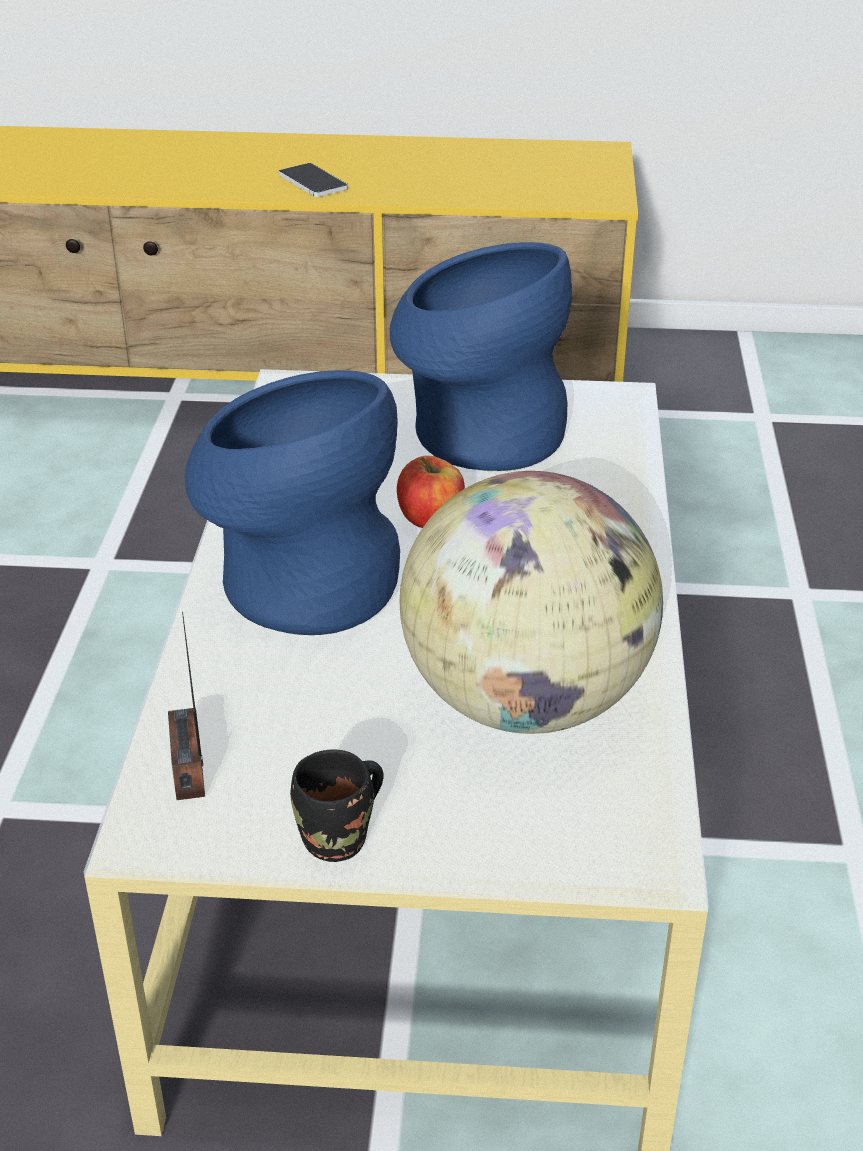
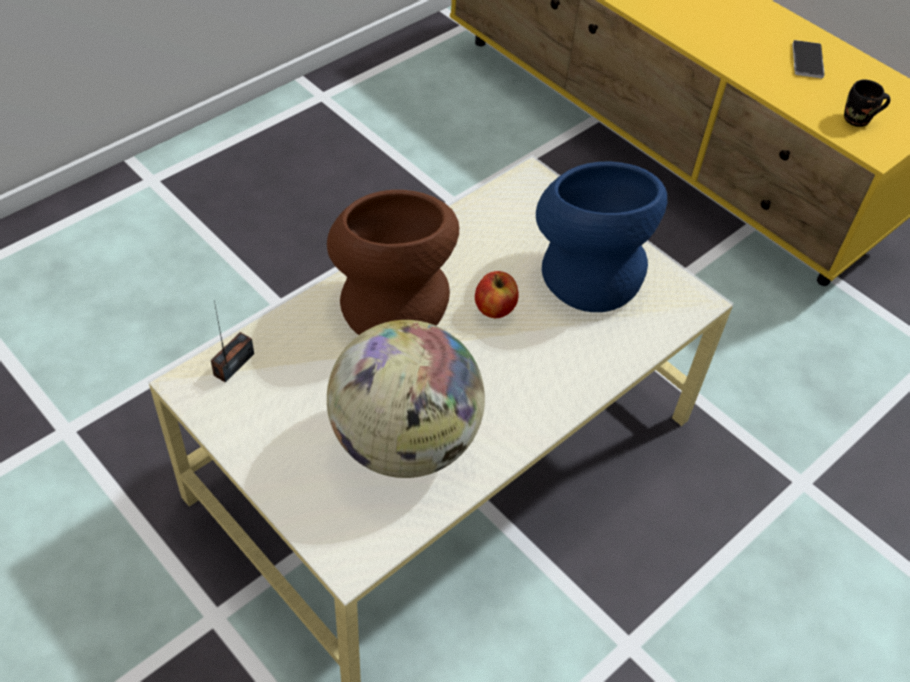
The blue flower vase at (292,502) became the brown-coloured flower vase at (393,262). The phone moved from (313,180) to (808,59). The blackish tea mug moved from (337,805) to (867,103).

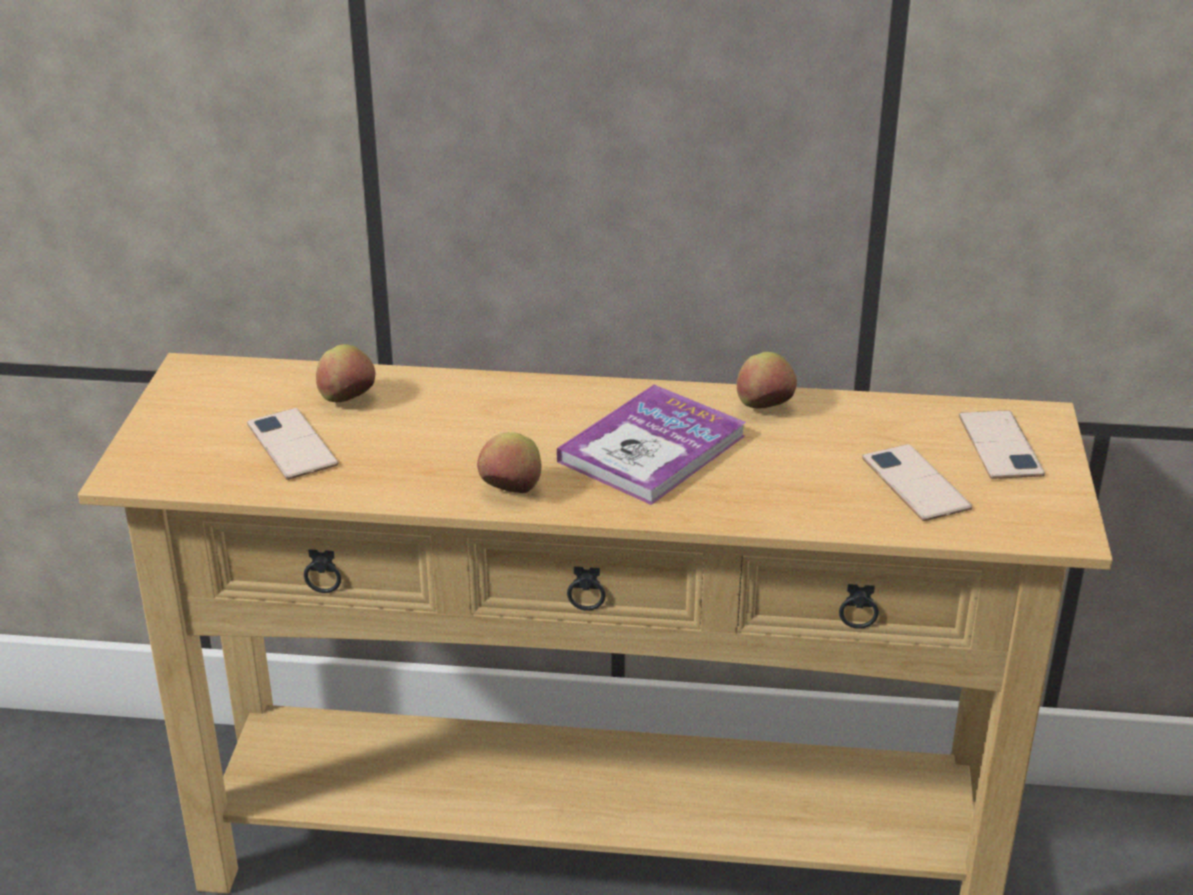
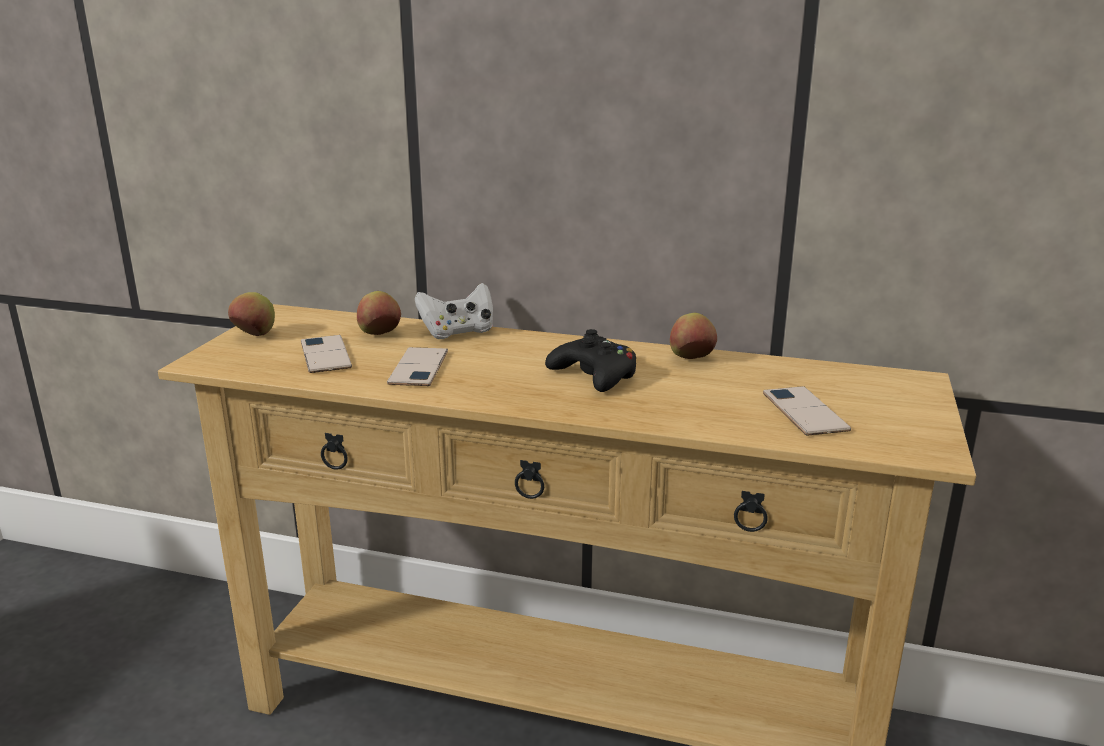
The whole apple moved from (509,462) to (251,314). The book at (651,445) was replaced by the blackish joypad at (590,360). The phone moved from (1002,444) to (417,366). The whitish joypad at (454,311) appeared.

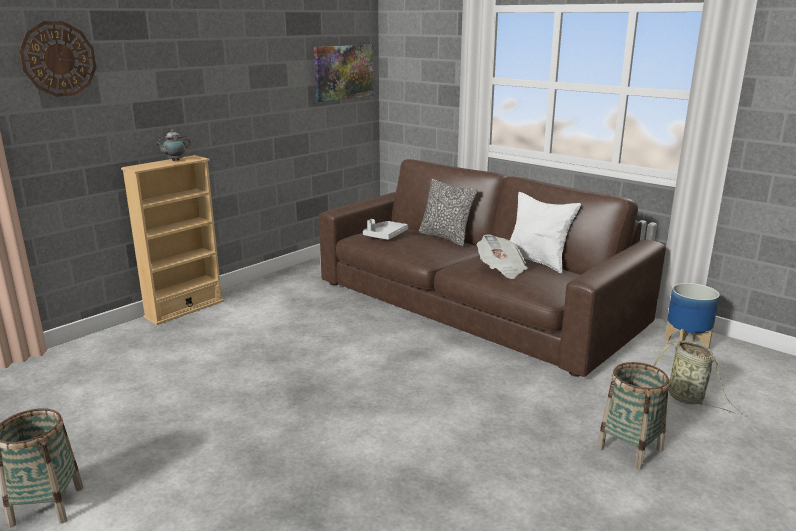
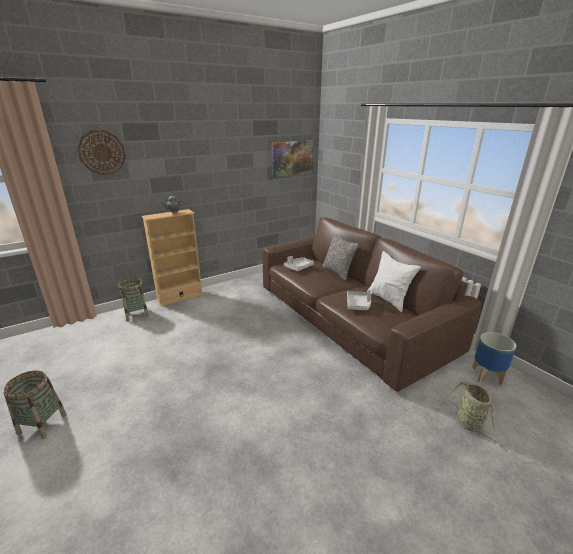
The printed paper at (502,256) was replaced by the grey serving tray at (359,300). The household basket moved from (633,416) to (133,299).

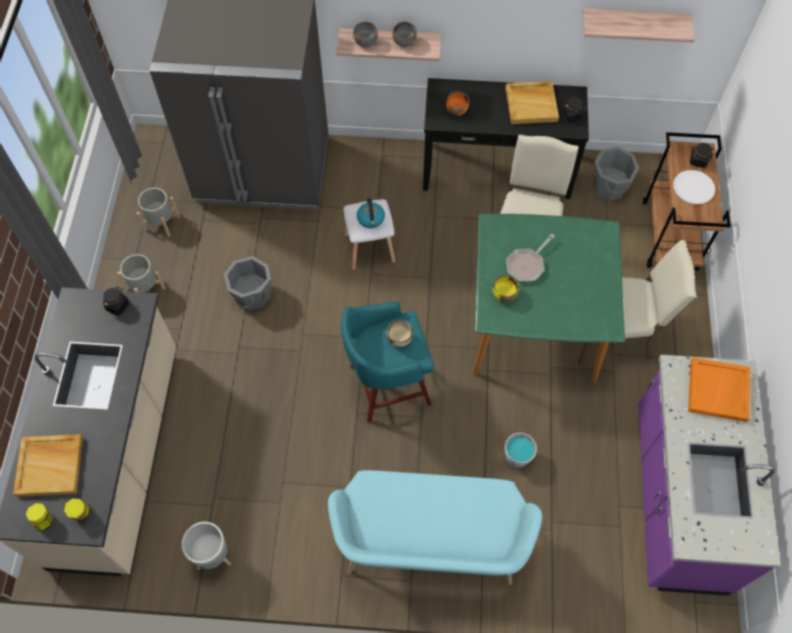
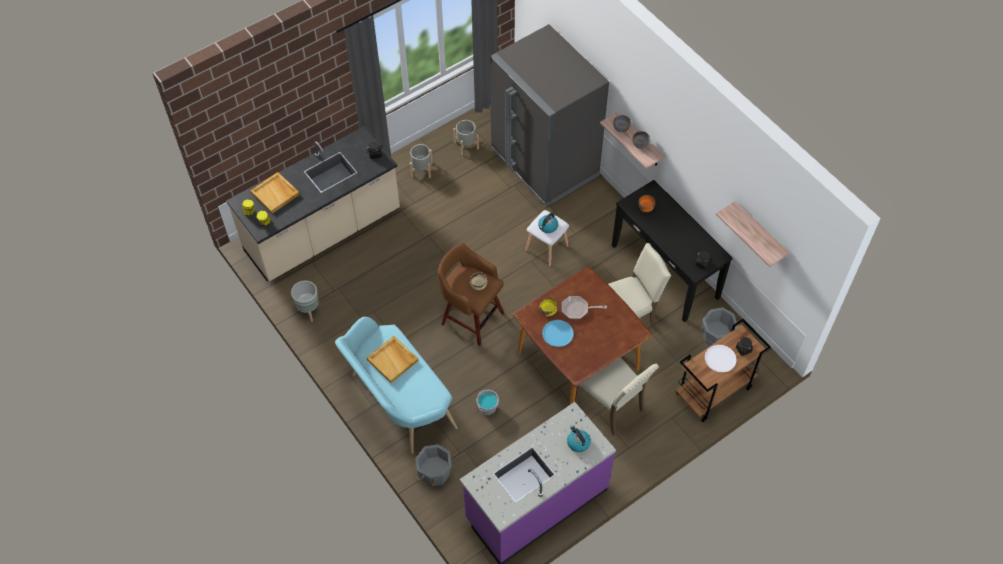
The grey pail moved from (247,283) to (433,465). The blue-green sitting stool at (387,362) became the brown-coloured sitting stool at (471,294). The green-coloured dinner table at (549,298) became the brown-coloured dinner table at (582,335). The beige-coloured serving tray moved from (532,102) to (393,359). The orange serving tray at (719,389) was replaced by the tea kettle at (579,438). The blue flat dish at (558,333) appeared.

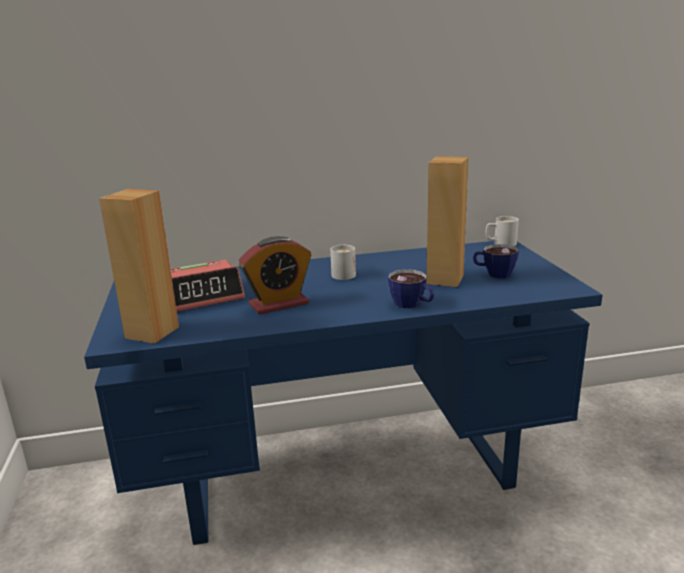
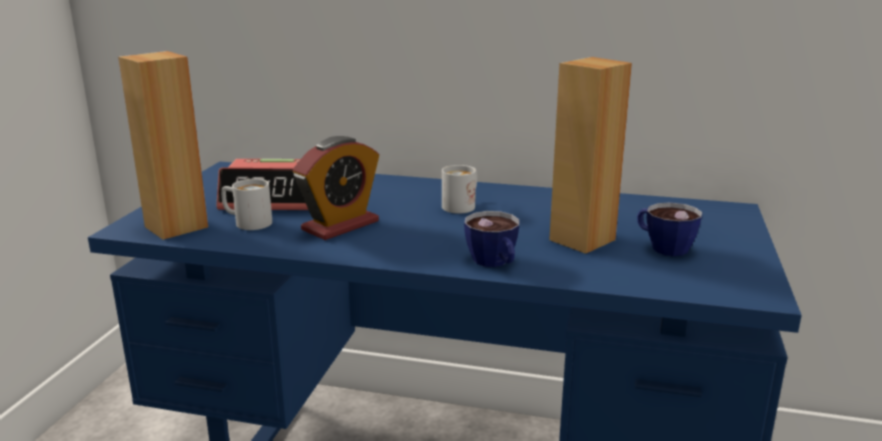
The table clock at (275,275) turned 45 degrees counterclockwise. The whitish tea mug moved from (502,231) to (246,204).

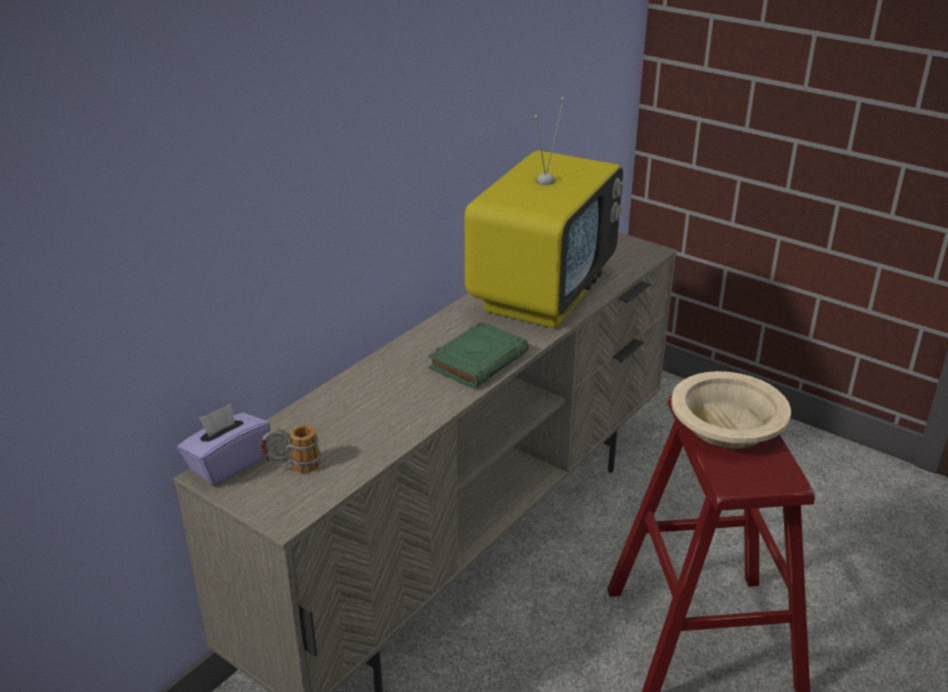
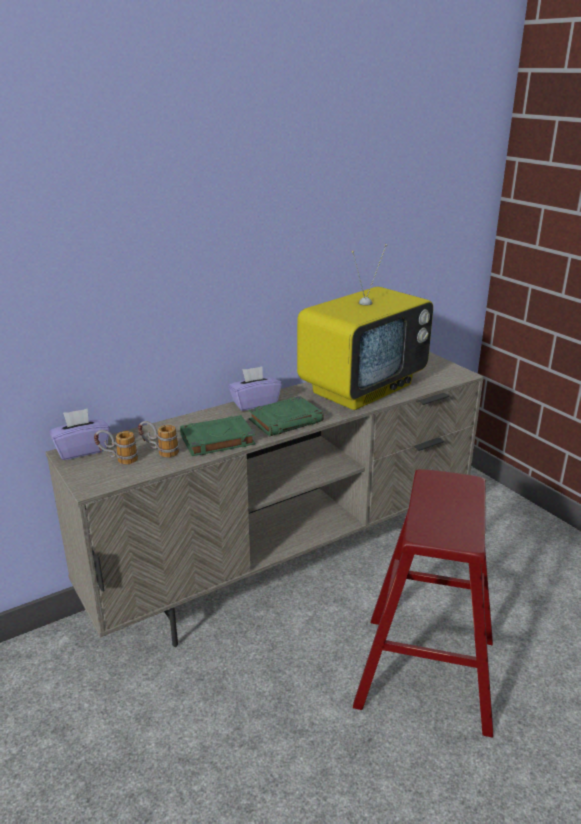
The beige-coloured bowl at (731,410) disappeared. The tea mug at (158,439) appeared. The green-coloured book at (217,435) appeared. The purple tissue holder at (255,389) appeared.

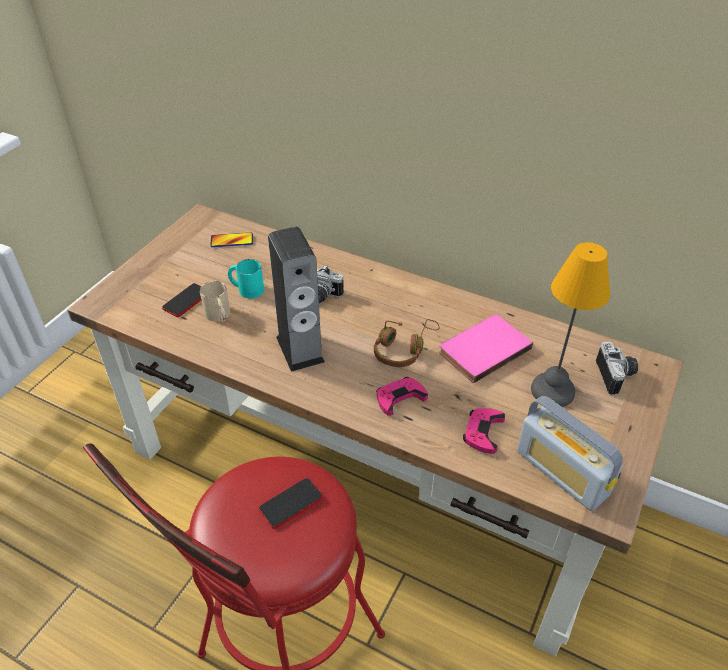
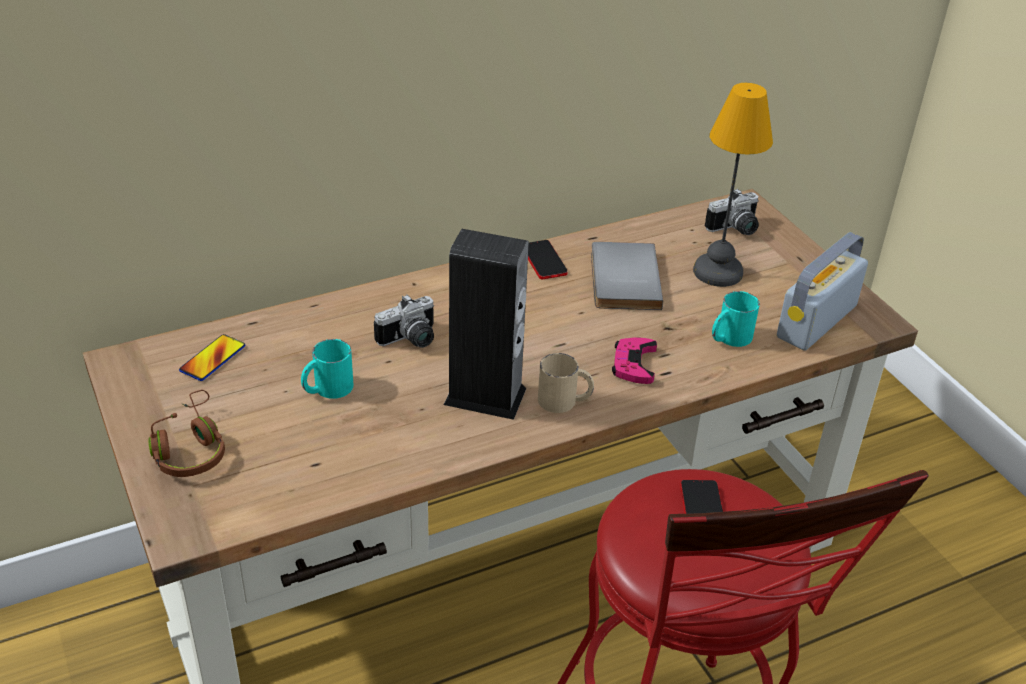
The phone moved from (181,300) to (548,260). The beige-coloured tea mug moved from (215,301) to (566,383). The brown-coloured headphones moved from (406,343) to (187,433). The pink book at (486,349) became the grey book at (627,276). The pink joypad at (484,431) was replaced by the blue-green tea mug at (736,319). The radio at (570,453) turned 135 degrees clockwise. The still camera at (617,368) turned 120 degrees clockwise.

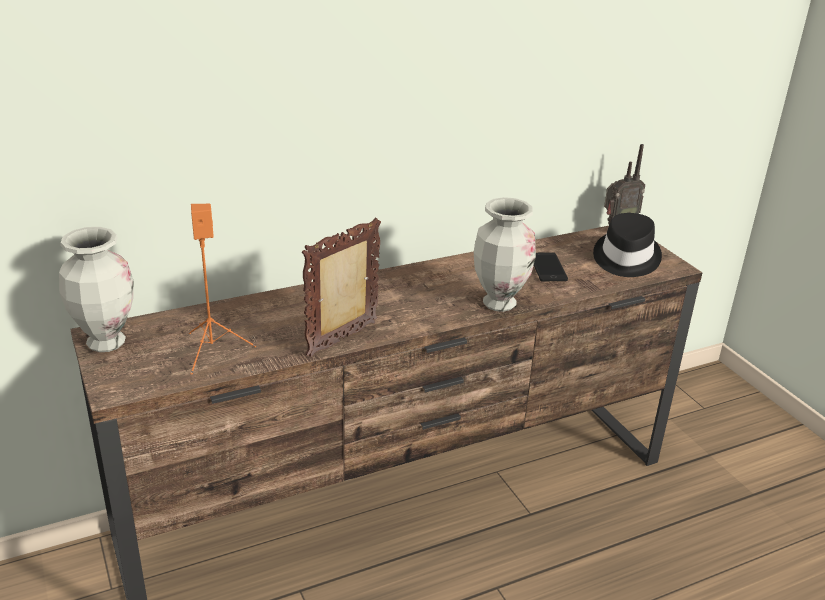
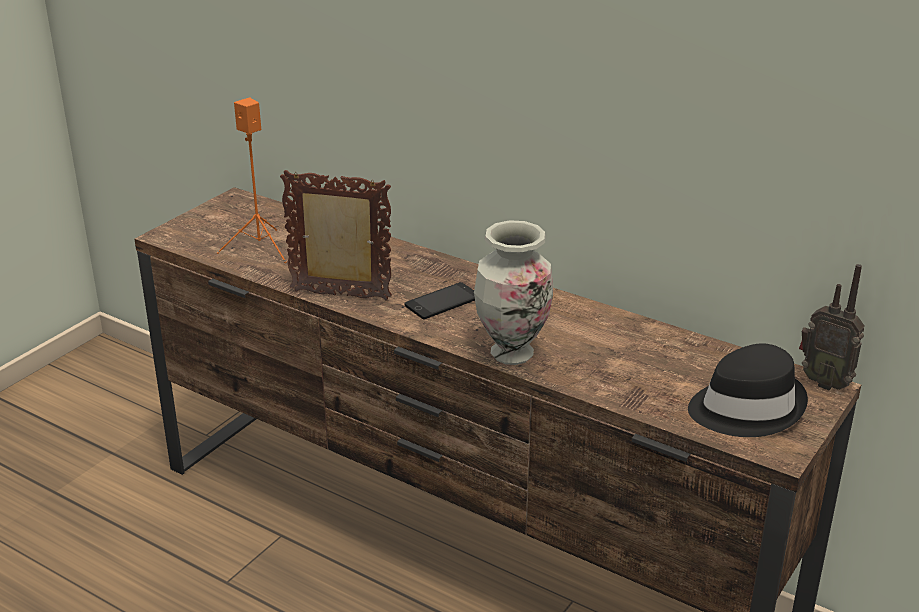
The flower vase at (96,289) disappeared. The phone moved from (551,266) to (440,301).

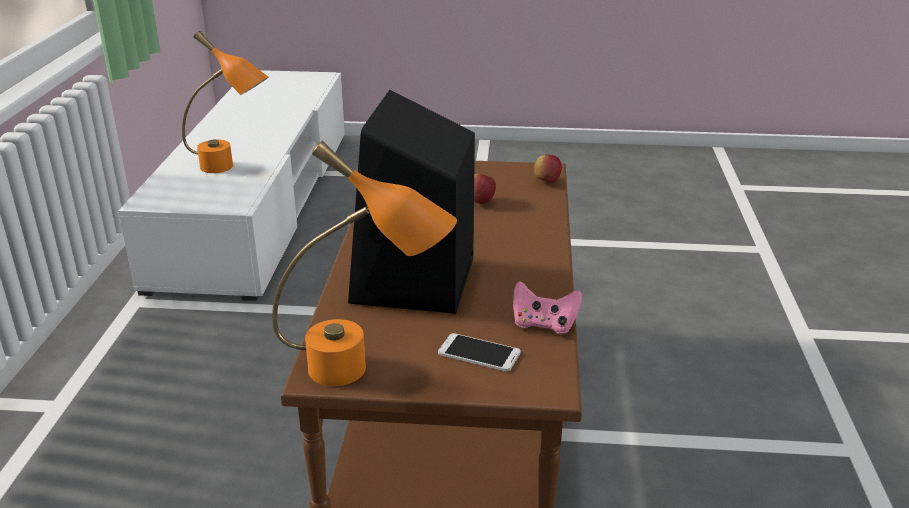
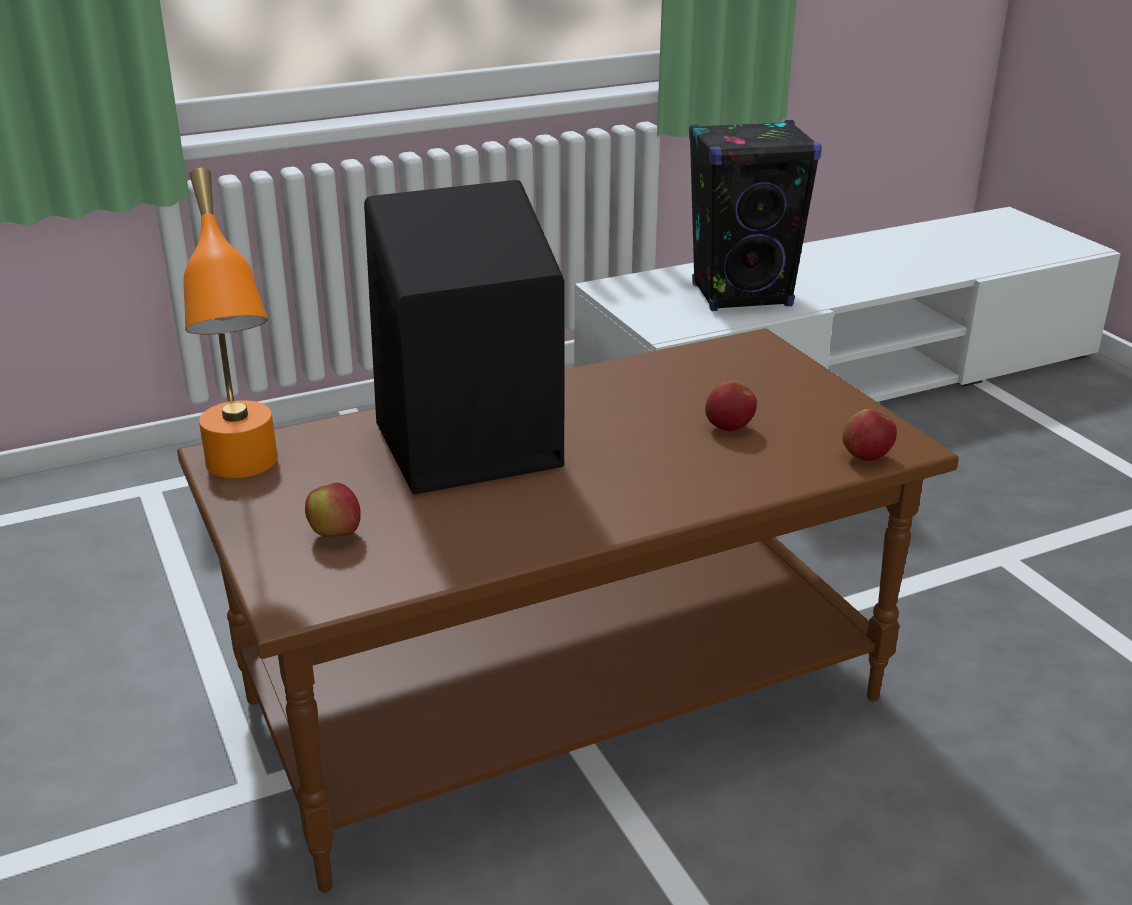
The orange table lamp at (225,102) was replaced by the blackish speaker at (755,215). The phone at (479,352) was replaced by the whole apple at (333,510). The pink joypad at (547,307) disappeared.

